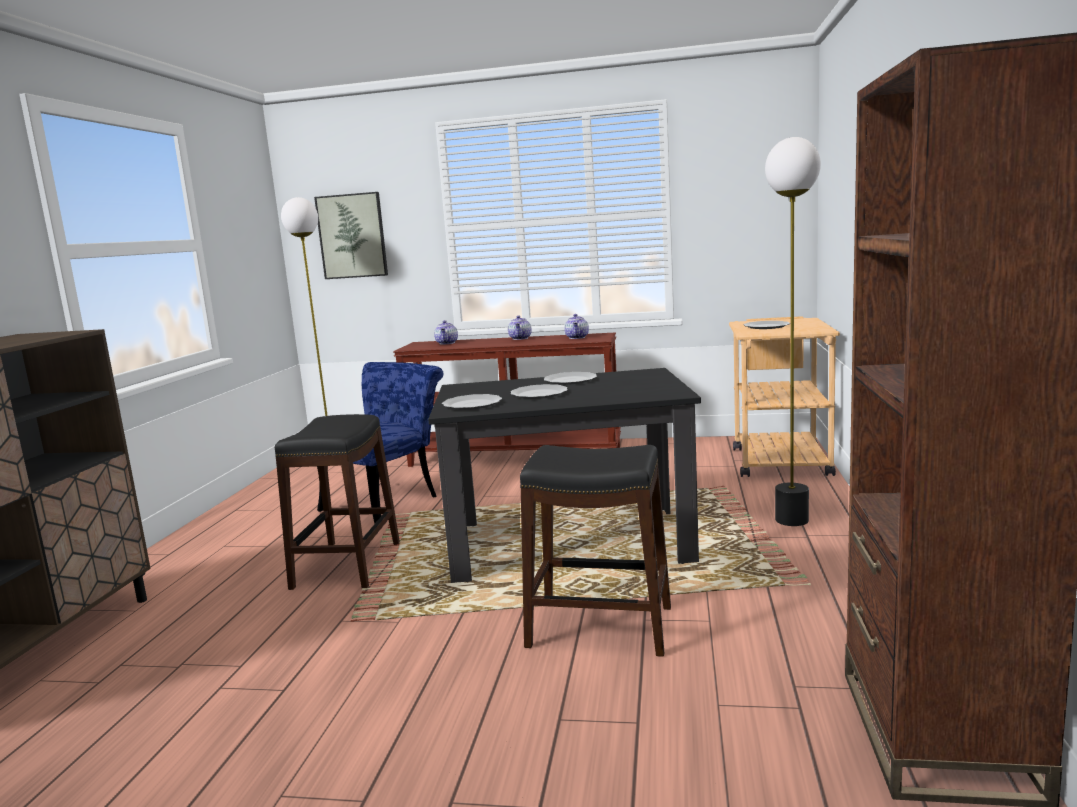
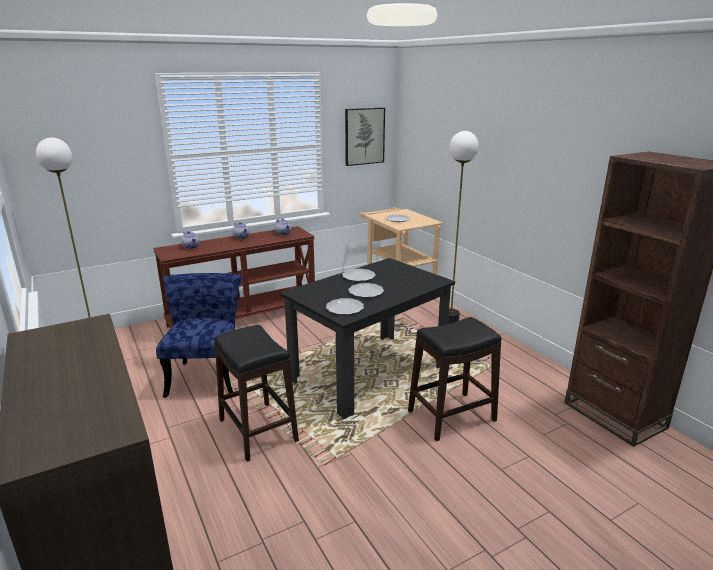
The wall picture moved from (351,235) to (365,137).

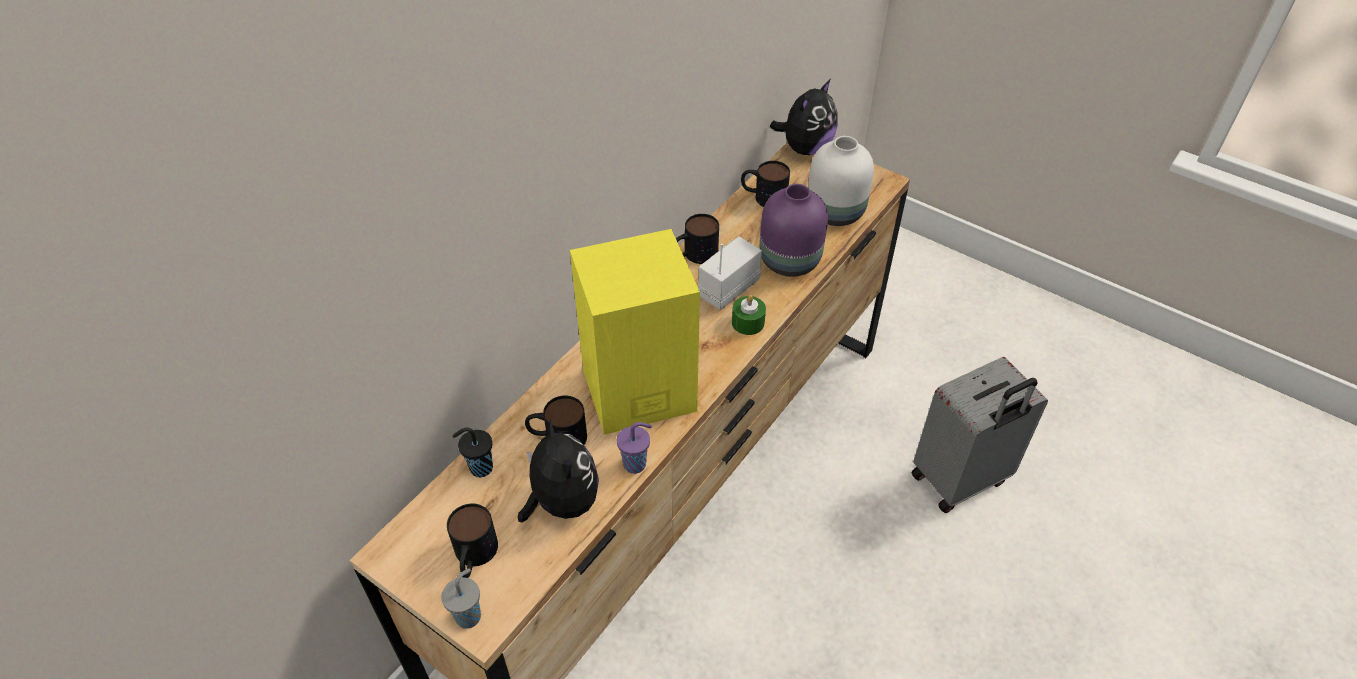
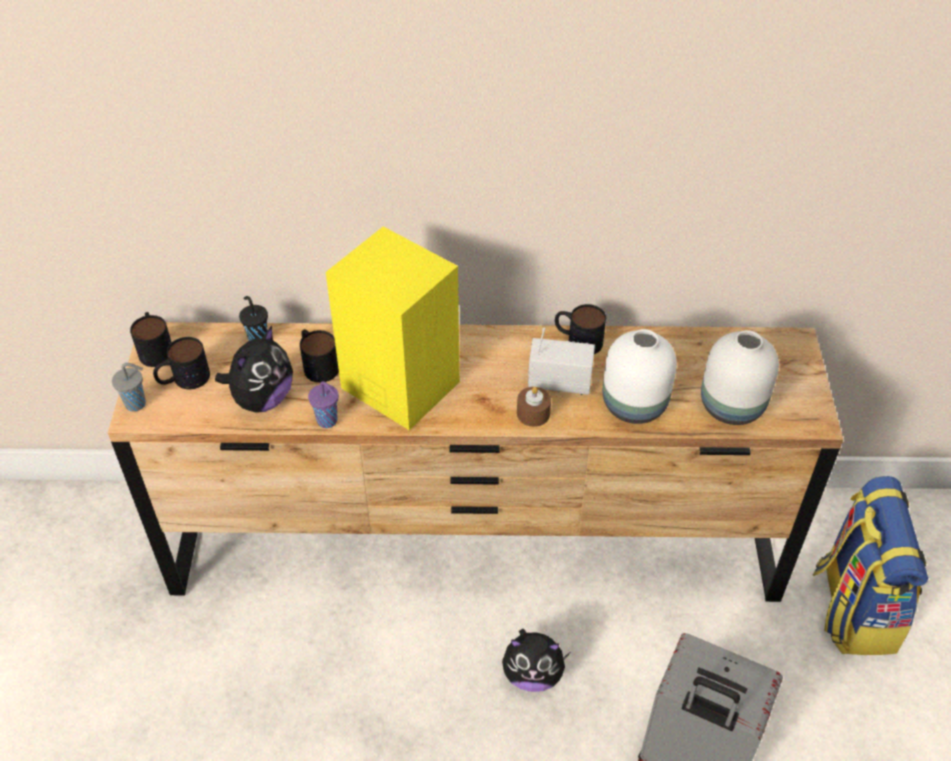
The green-coloured wax candle at (749,315) became the brown-coloured wax candle at (534,407). The tea mug moved from (765,184) to (151,339). The purple flower vase at (794,230) became the whitish flower vase at (640,376). The cuddly toy moved from (804,117) to (536,660). The rucksack at (870,565) appeared.

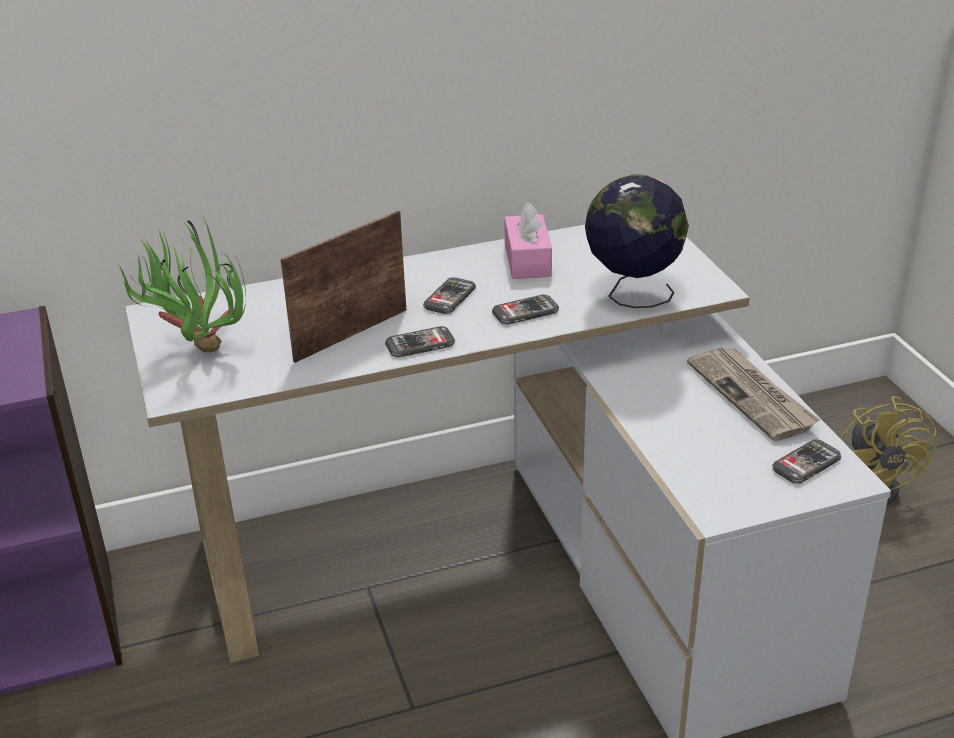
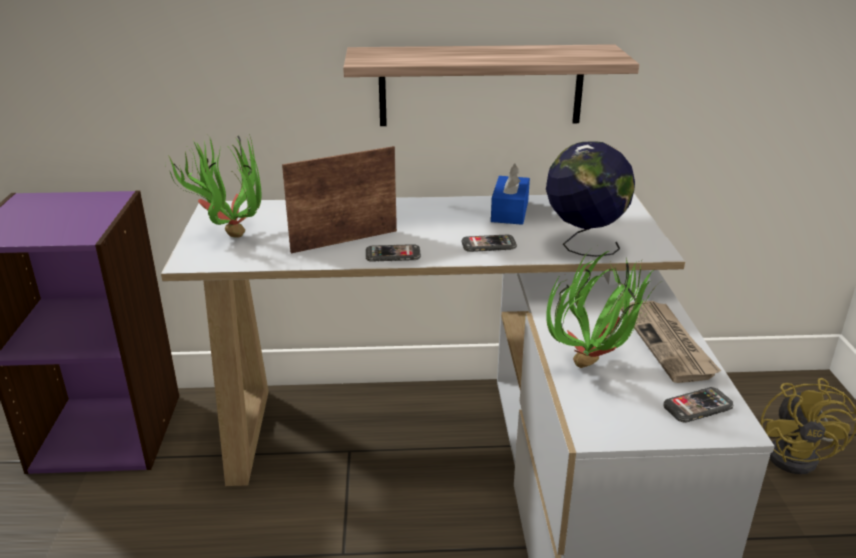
The phone at (449,295) disappeared. The pink tissue holder at (528,240) became the blue tissue holder at (510,194). The bracket shelf at (491,85) appeared. The plant in a pot at (603,306) appeared.

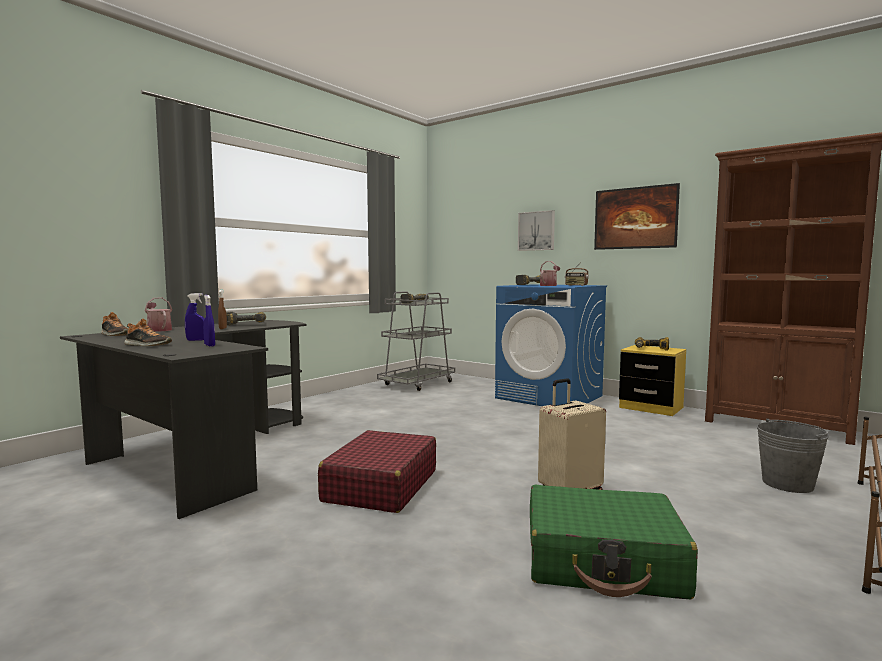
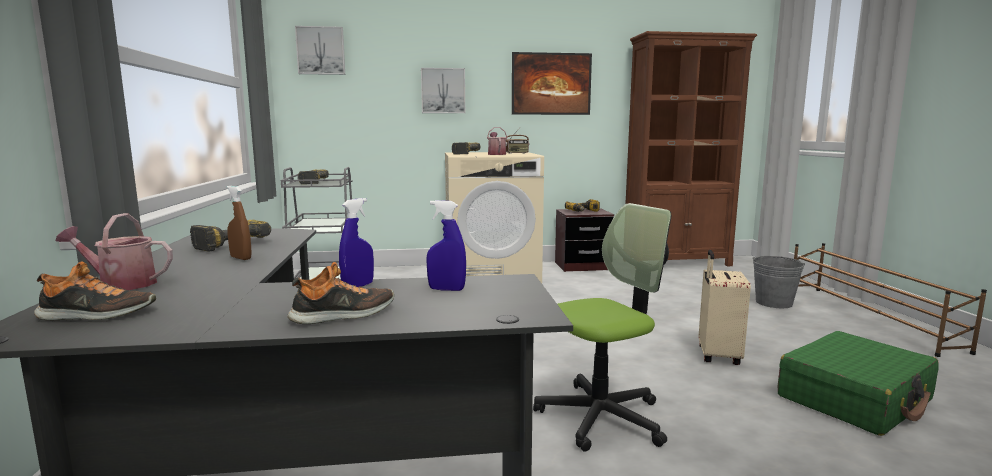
The red-coloured travel case at (377,471) was replaced by the desk chair at (602,327). The blue washing machine at (551,345) became the beige-coloured washing machine at (494,217). The yellow night table at (652,380) became the brown-coloured night table at (584,240). The wall picture at (320,50) appeared.

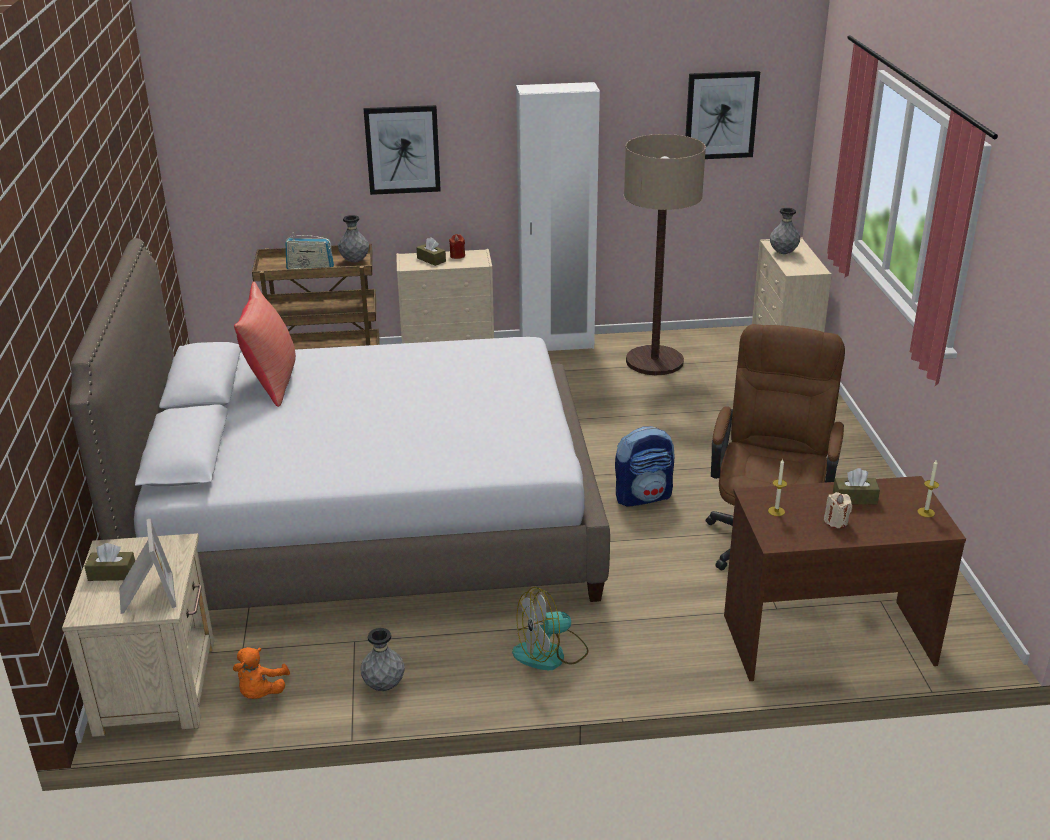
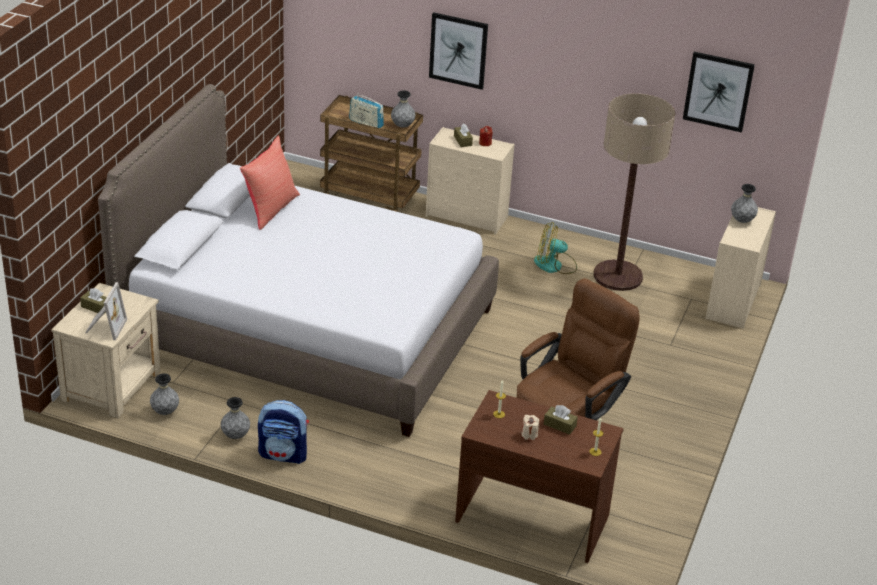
The orange cuddly toy at (261,673) was replaced by the grey flower vase at (164,394). The fan moved from (550,628) to (555,248). The whitish wardrobe at (558,216) disappeared. The rucksack moved from (645,466) to (283,432).

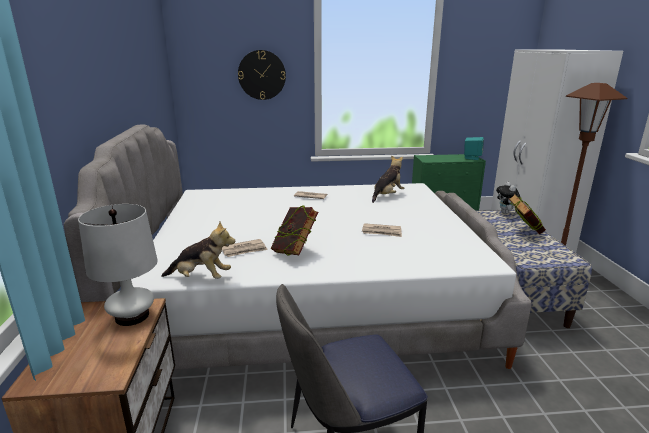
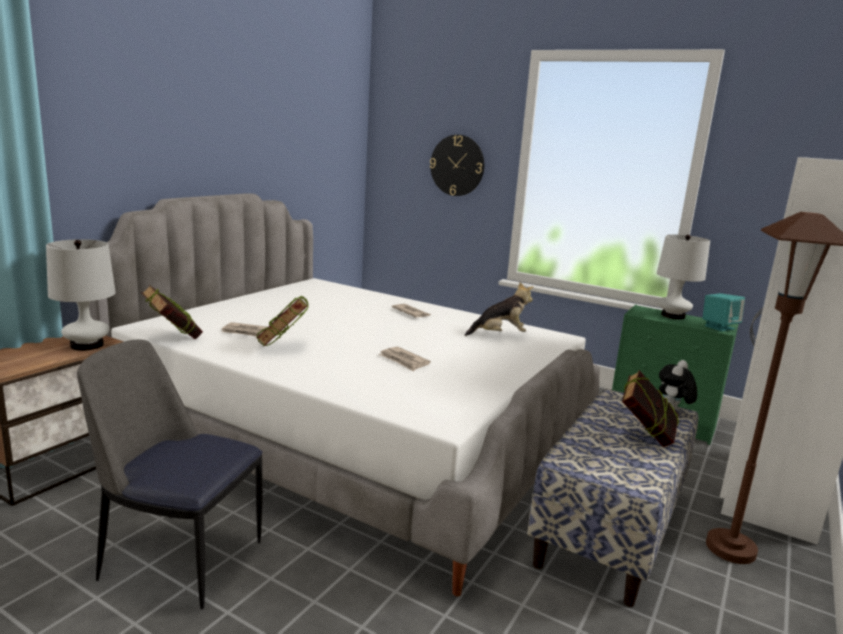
The cuddly toy at (198,250) was replaced by the book at (172,312). The whitish table lamp at (683,276) appeared.

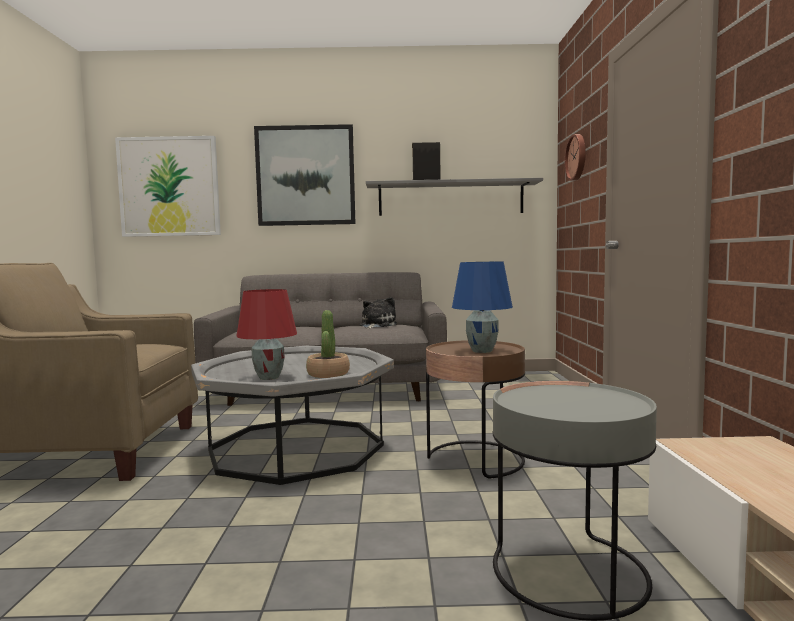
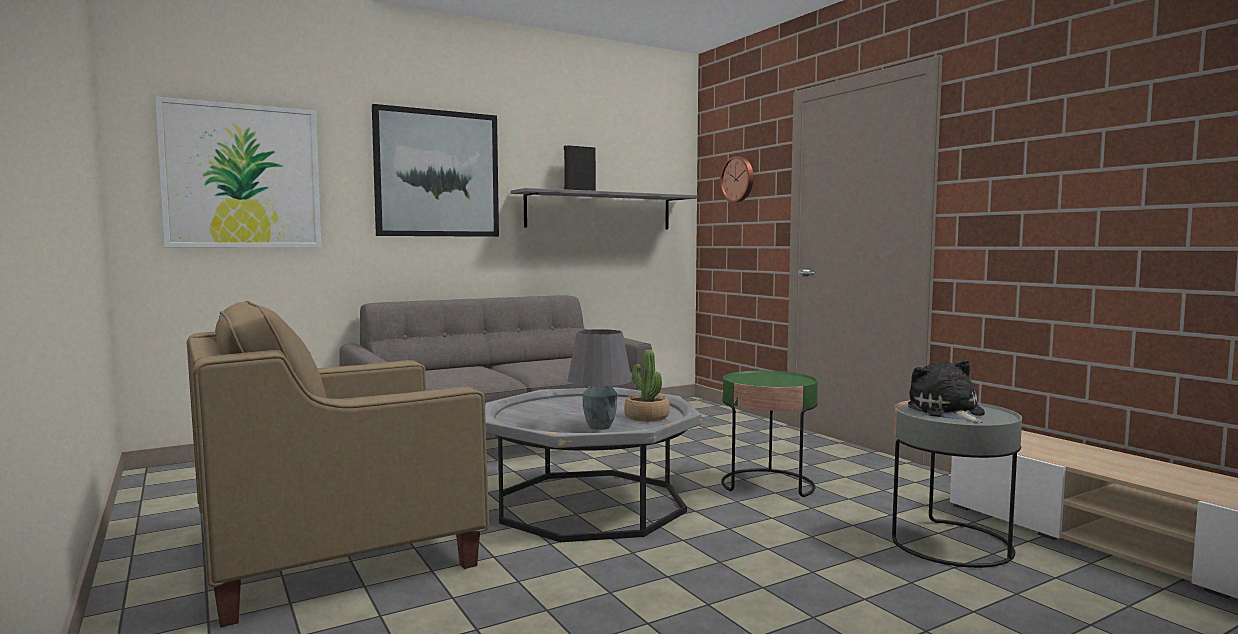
The red-coloured table lamp at (266,334) became the grey table lamp at (599,379). The cuddly toy moved from (378,313) to (946,391). The brown-coloured accent table at (475,409) became the green-coloured accent table at (769,433). The blue table lamp at (482,307) disappeared.

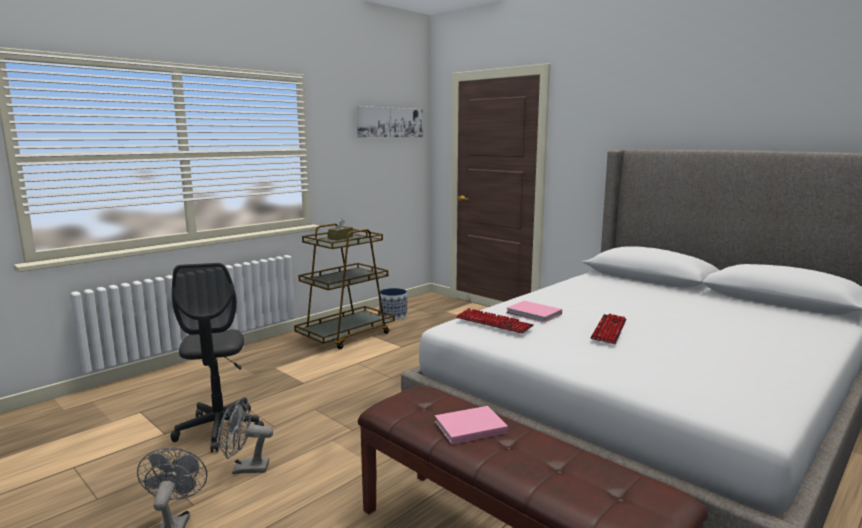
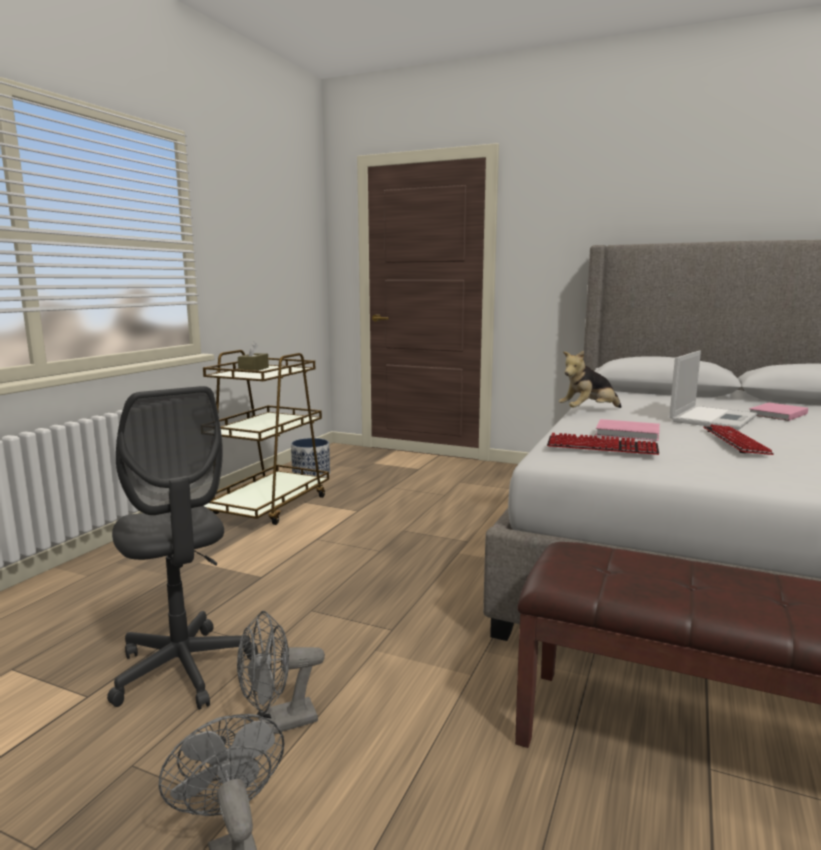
The wall picture at (389,121) disappeared. The pink book moved from (471,425) to (778,412). The cuddly toy at (590,379) appeared. The laptop at (713,390) appeared.

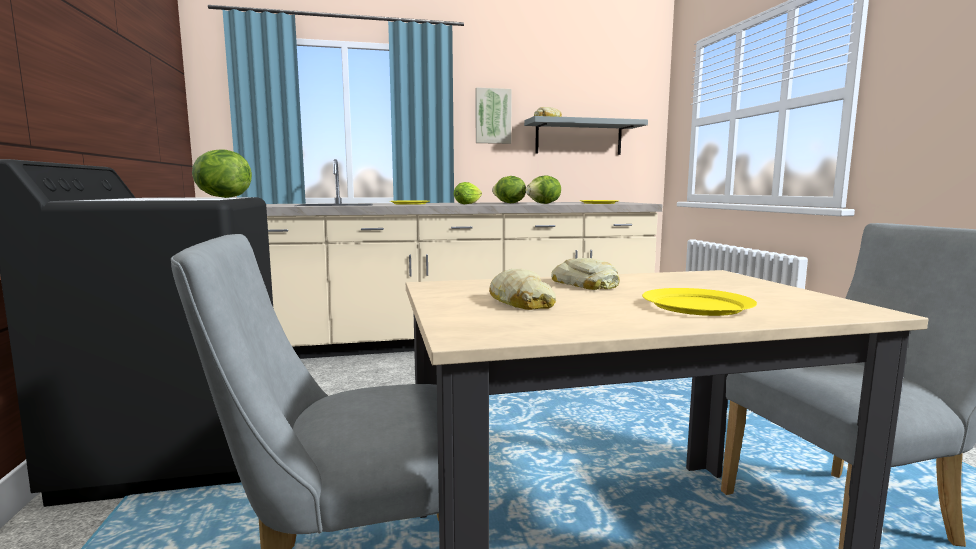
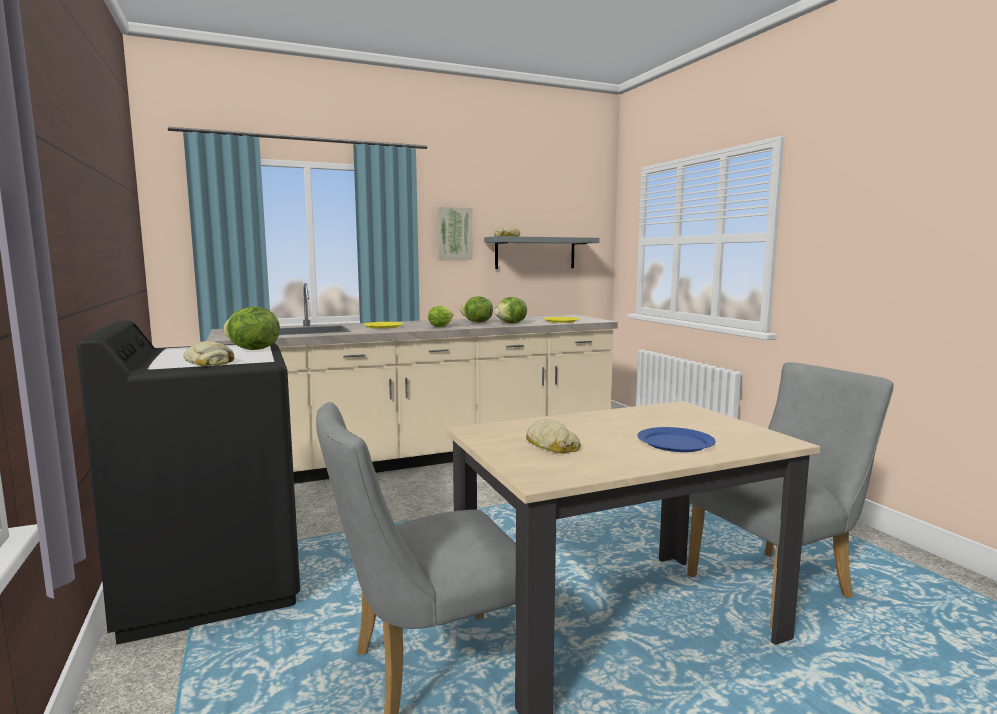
The bread moved from (585,274) to (208,353). The yellow flat dish at (699,302) became the blue flat dish at (677,439).

